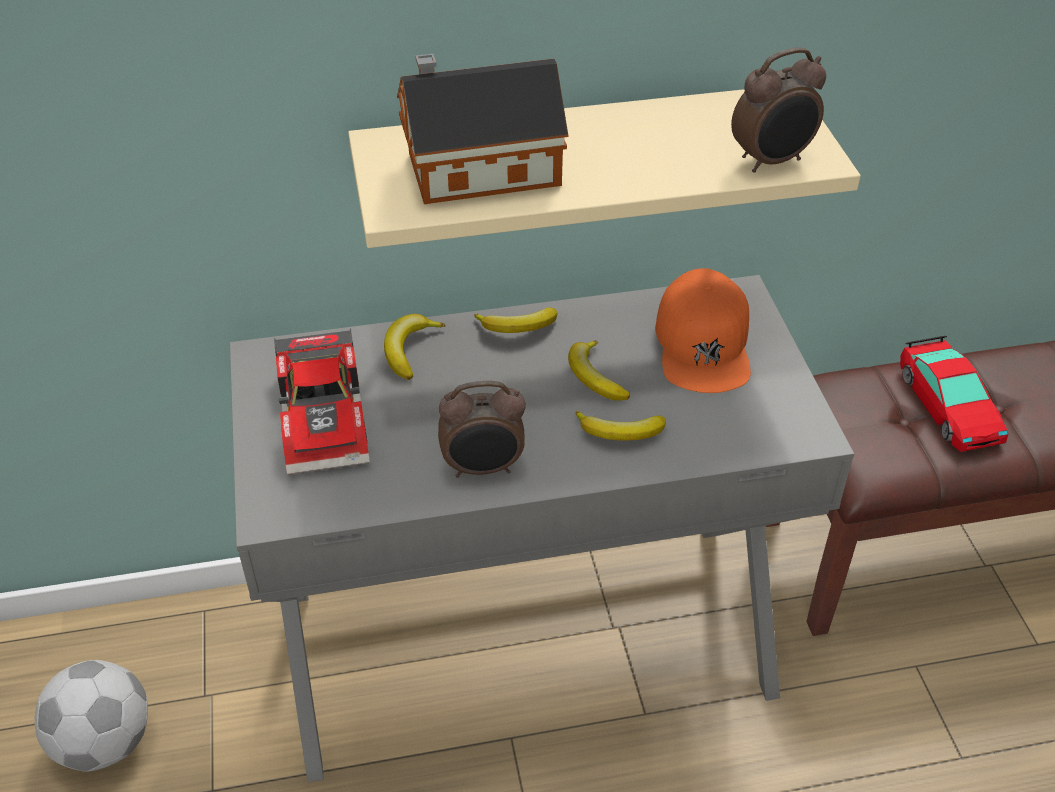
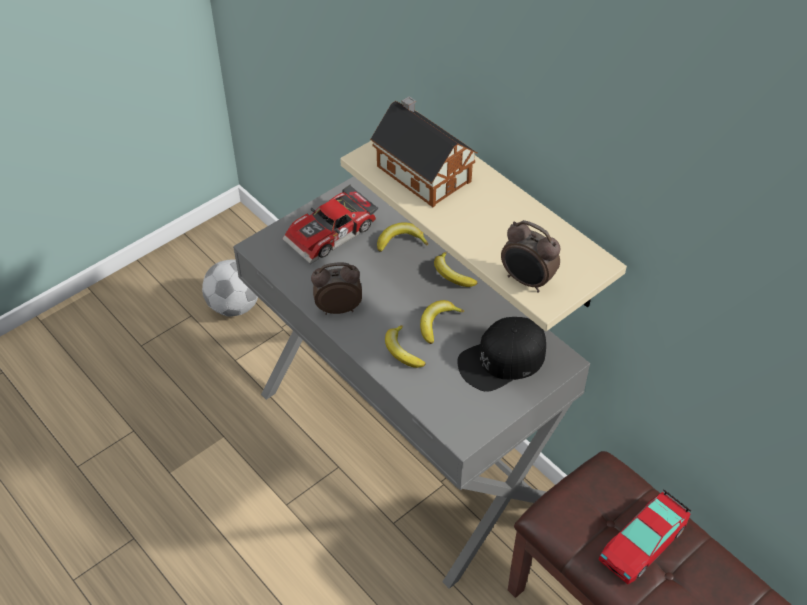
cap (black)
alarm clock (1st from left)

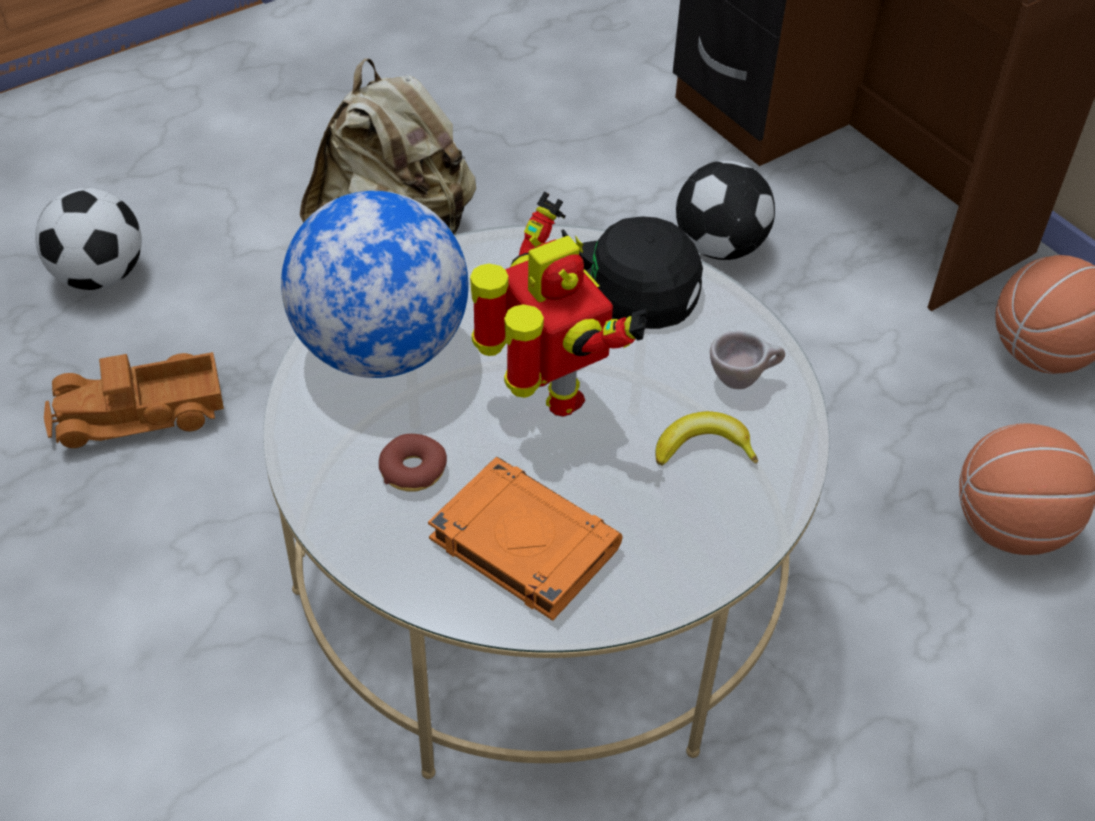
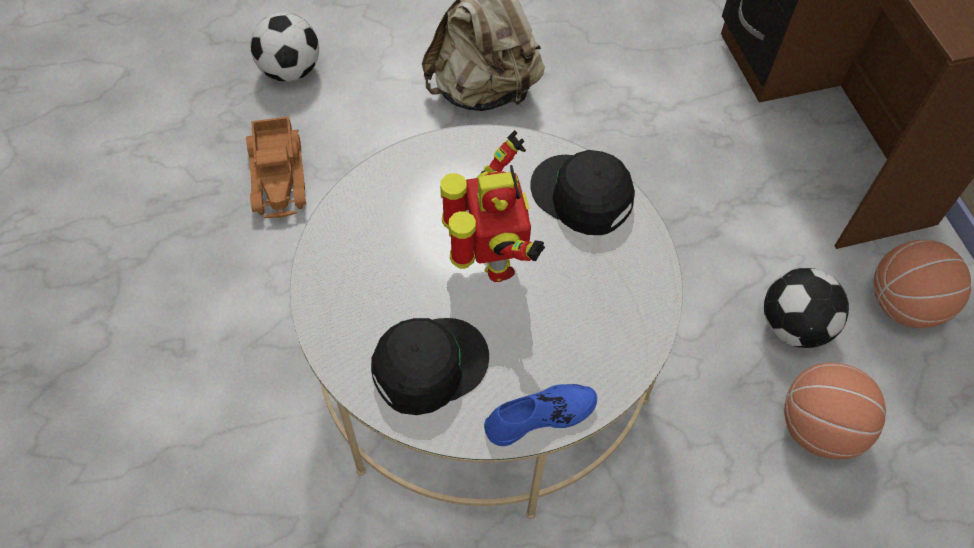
globe
donut
banana
cup (beige)
shoe (blue)
football (2nd from left)
cap (black) (1st from left)
toy truck

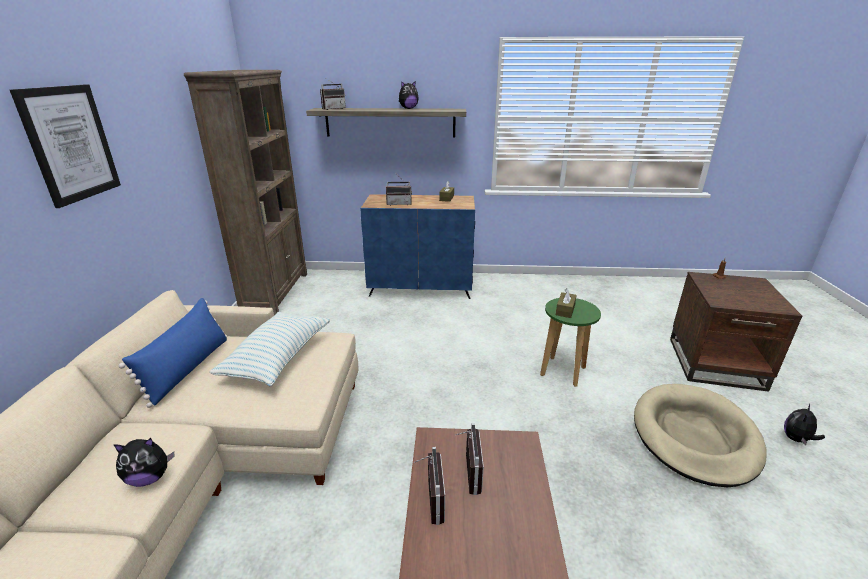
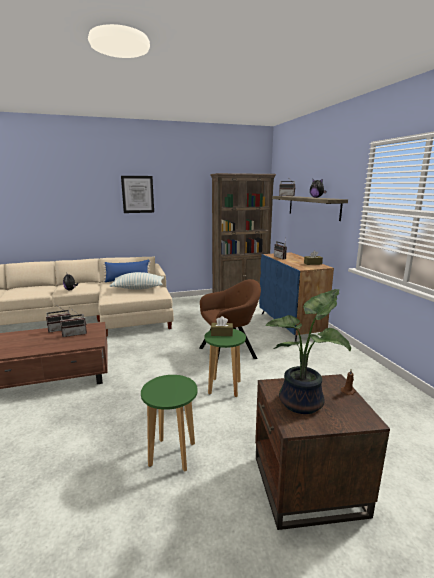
plush toy (3rd from left in the first image)
armchair (brown)
potted plant
stool (green) (1st from left)

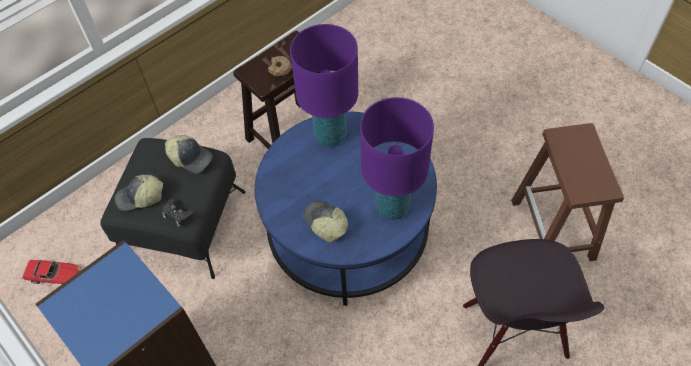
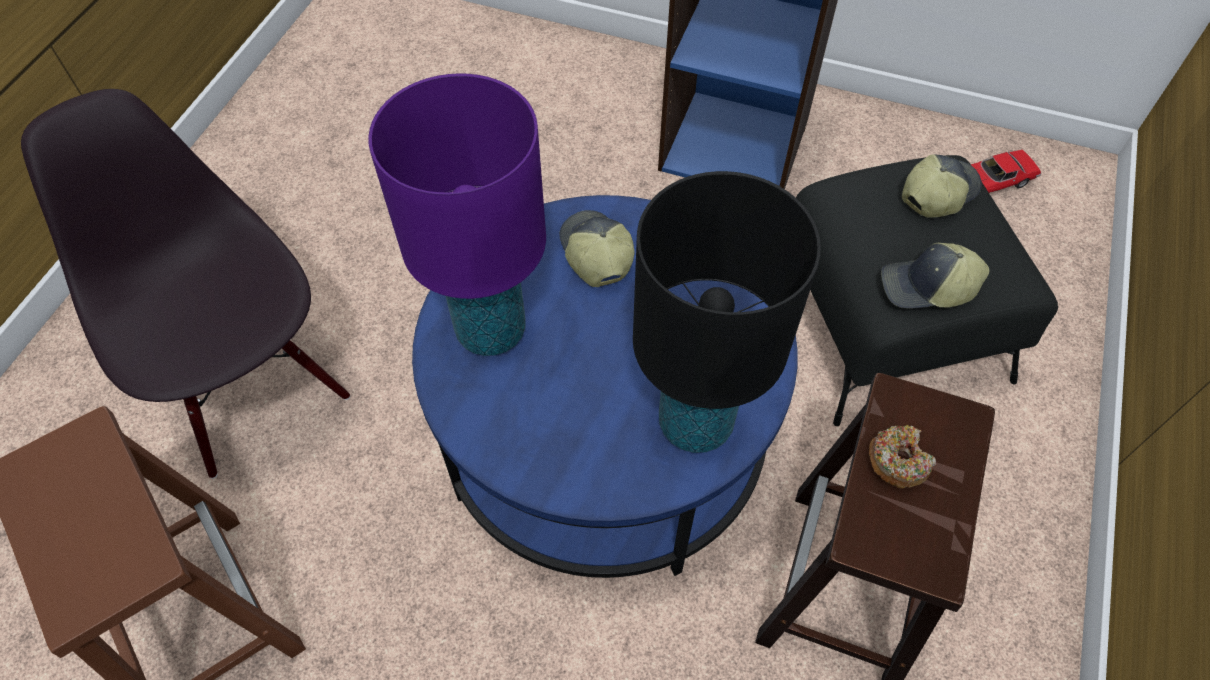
game controller (black)
table lamp (black)
cap (1st from left)

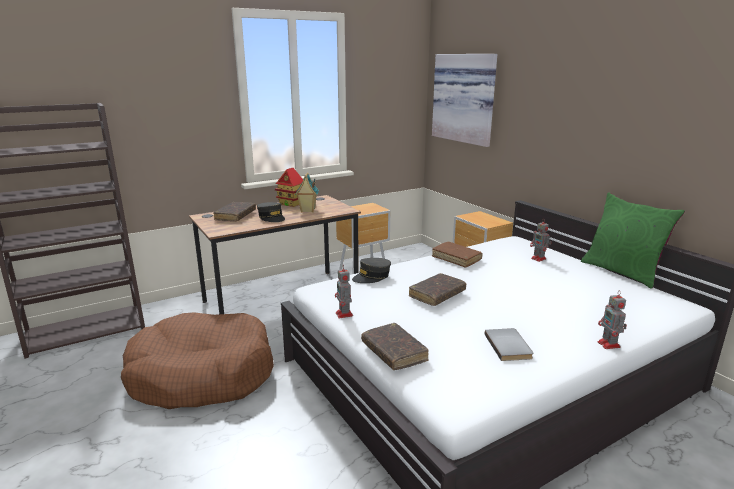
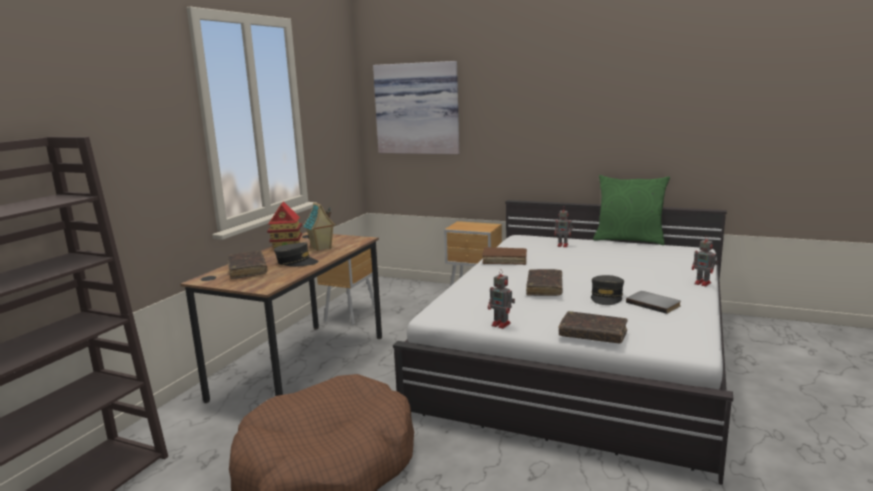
cap (grey) (2nd from left)

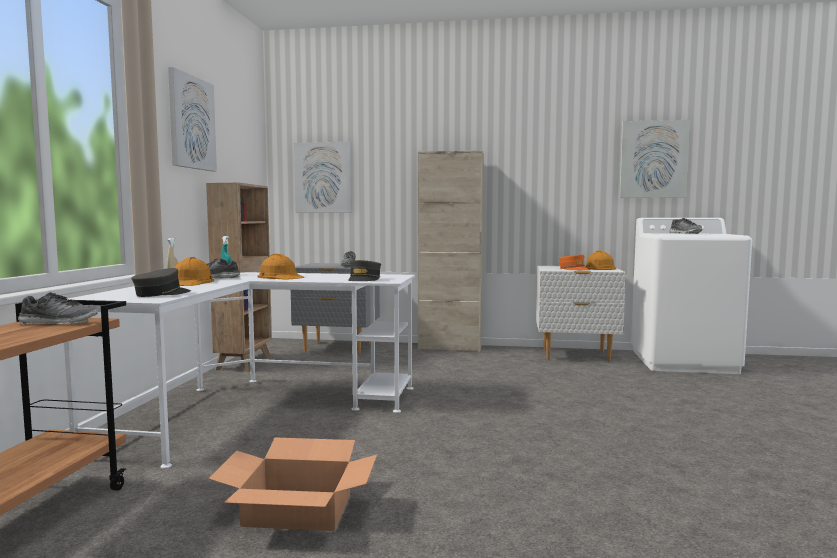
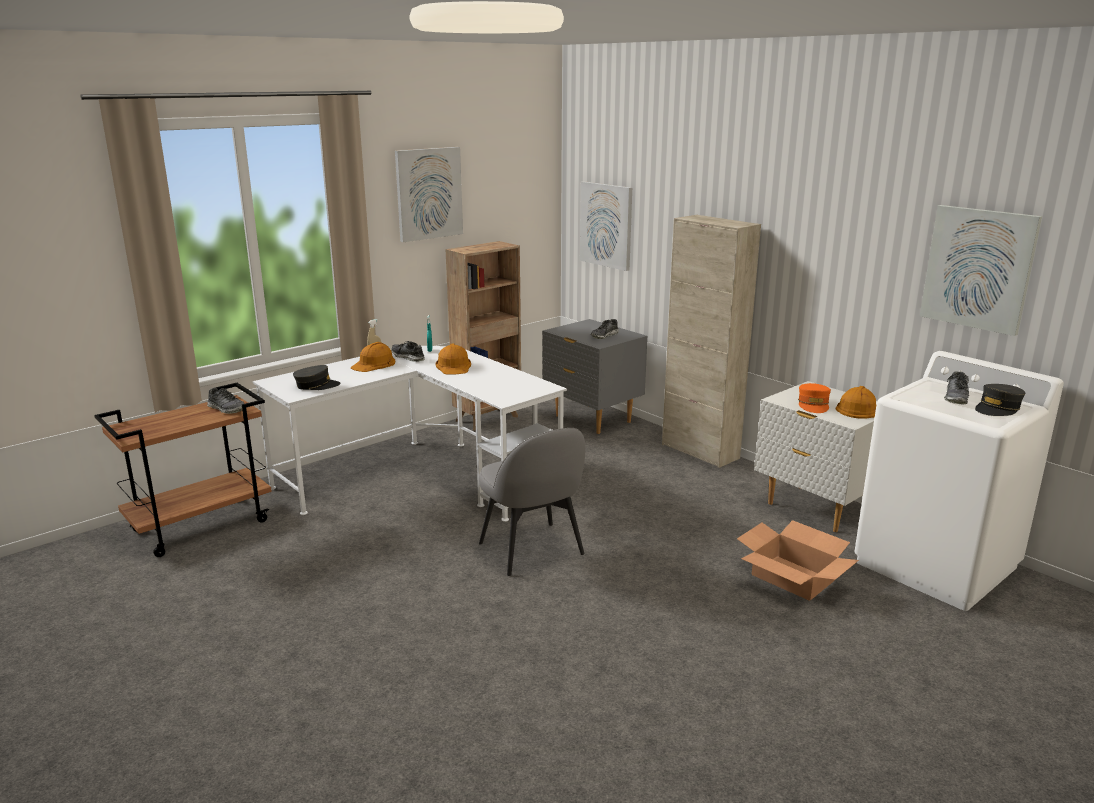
chair (grey)
cardboard box
cap (grey) (2nd from left)

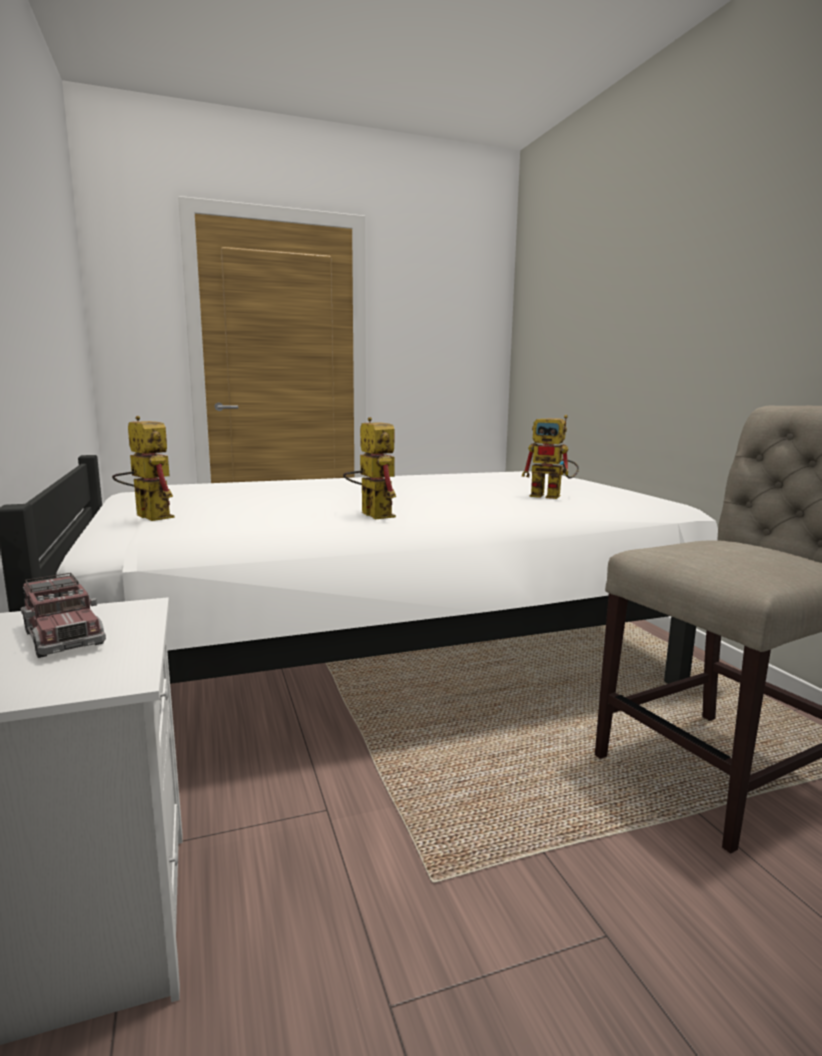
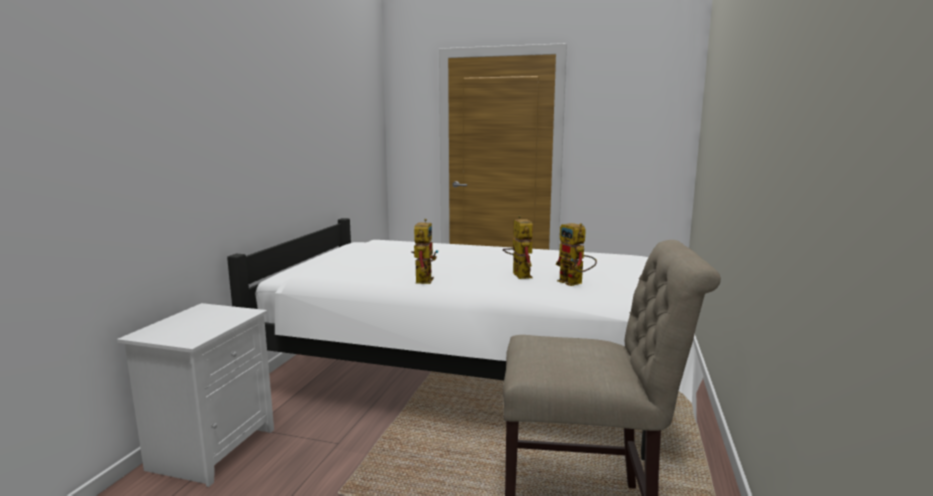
toy truck
toy robot (2nd from left)

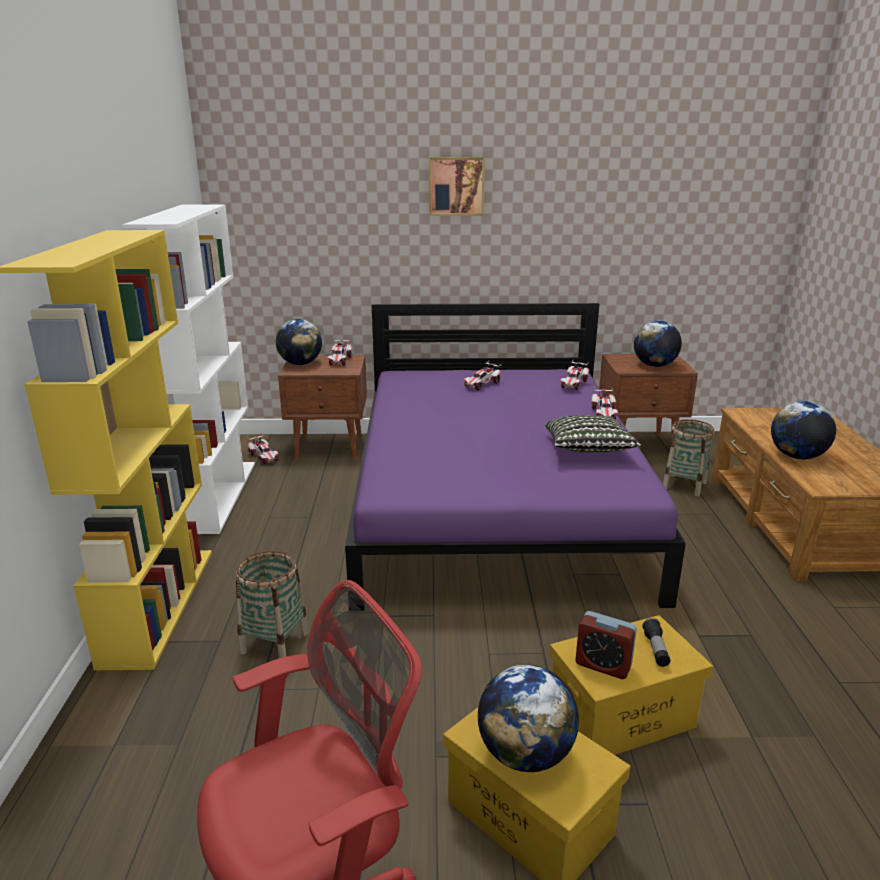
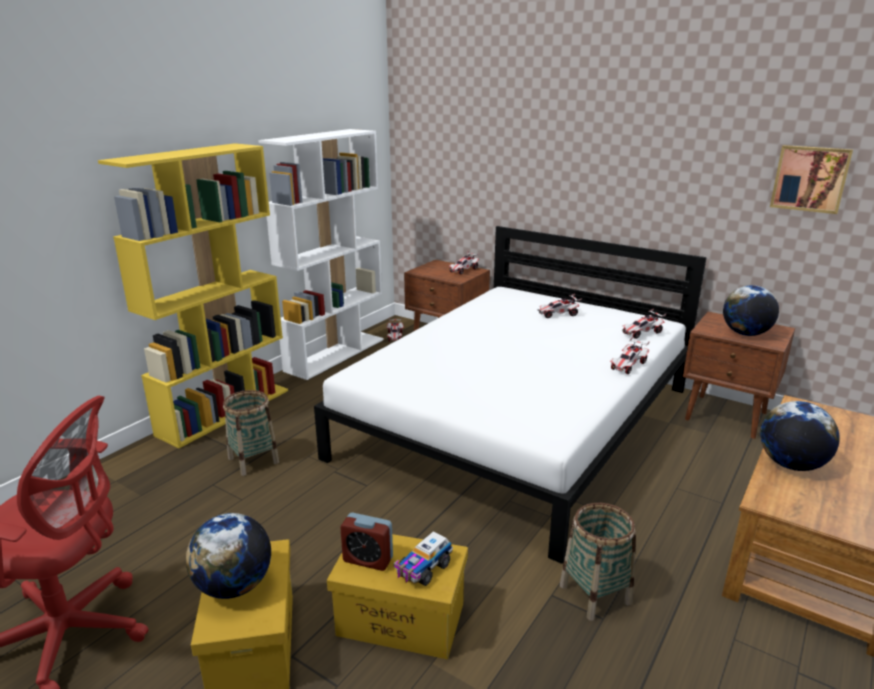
globe (1st from left in the first image)
pillow
picture
basket (2nd from left)
toy truck
bed (white)
alarm clock

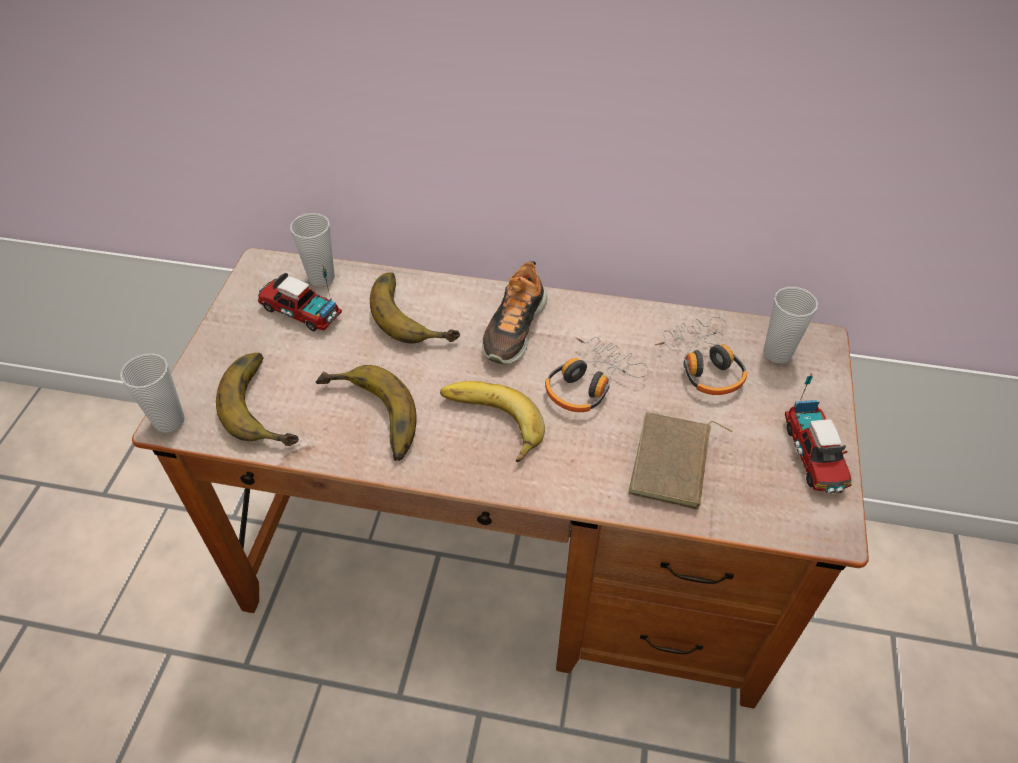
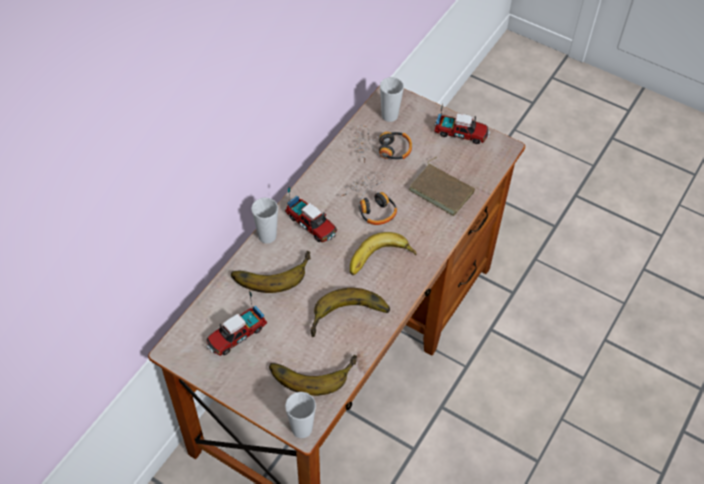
cup (1st from left)
toy truck (2nd from left)

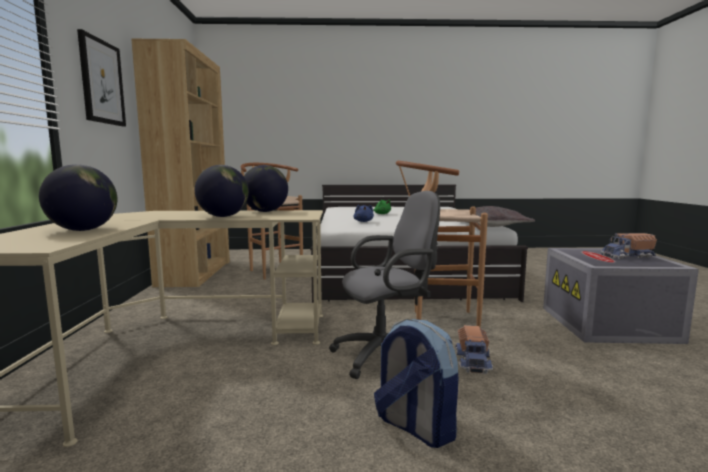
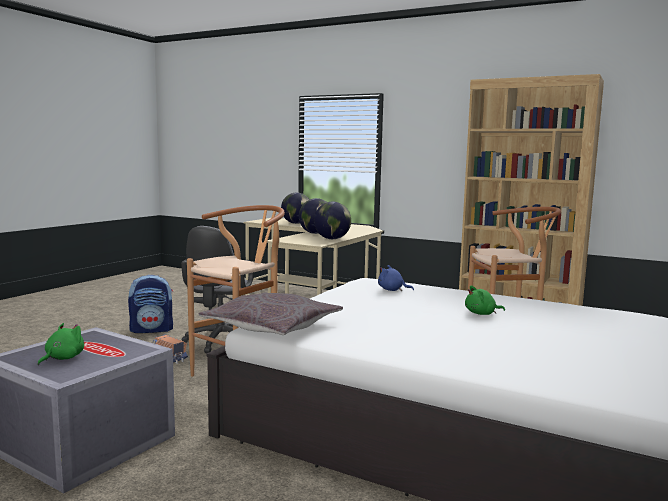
picture
plush toy (green) (1st from left)

